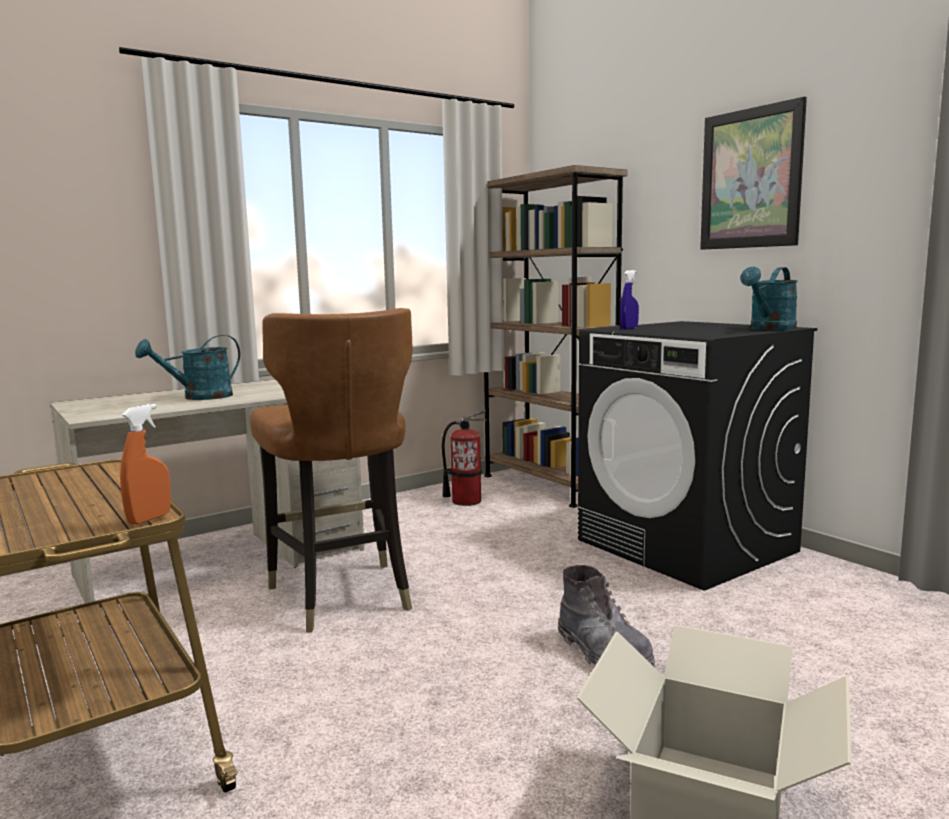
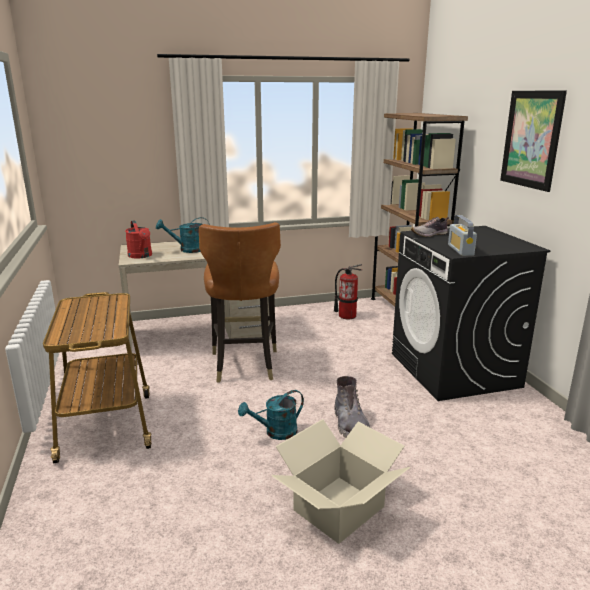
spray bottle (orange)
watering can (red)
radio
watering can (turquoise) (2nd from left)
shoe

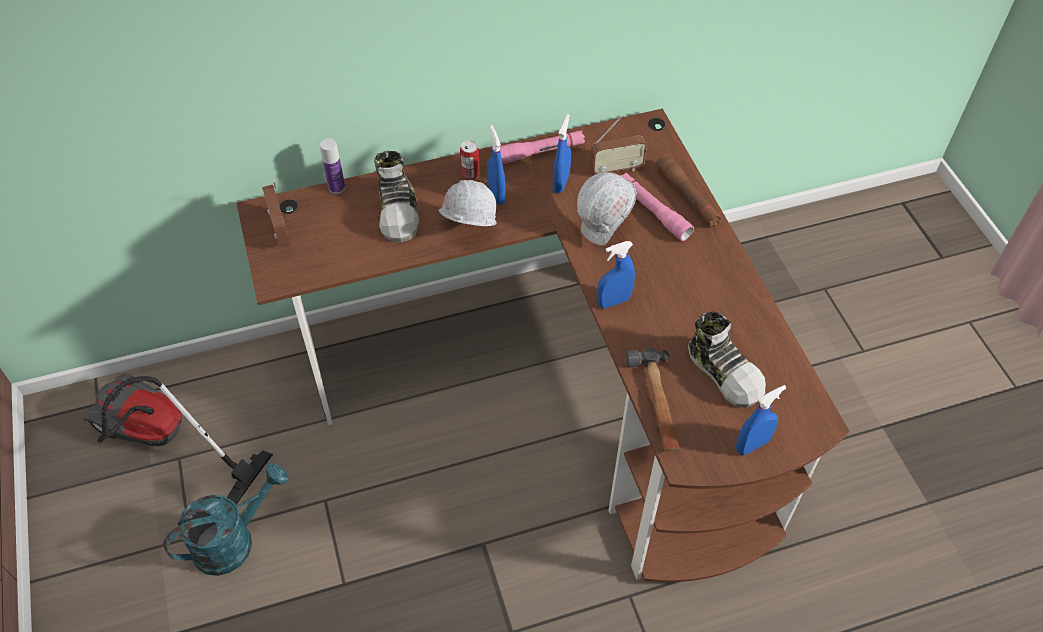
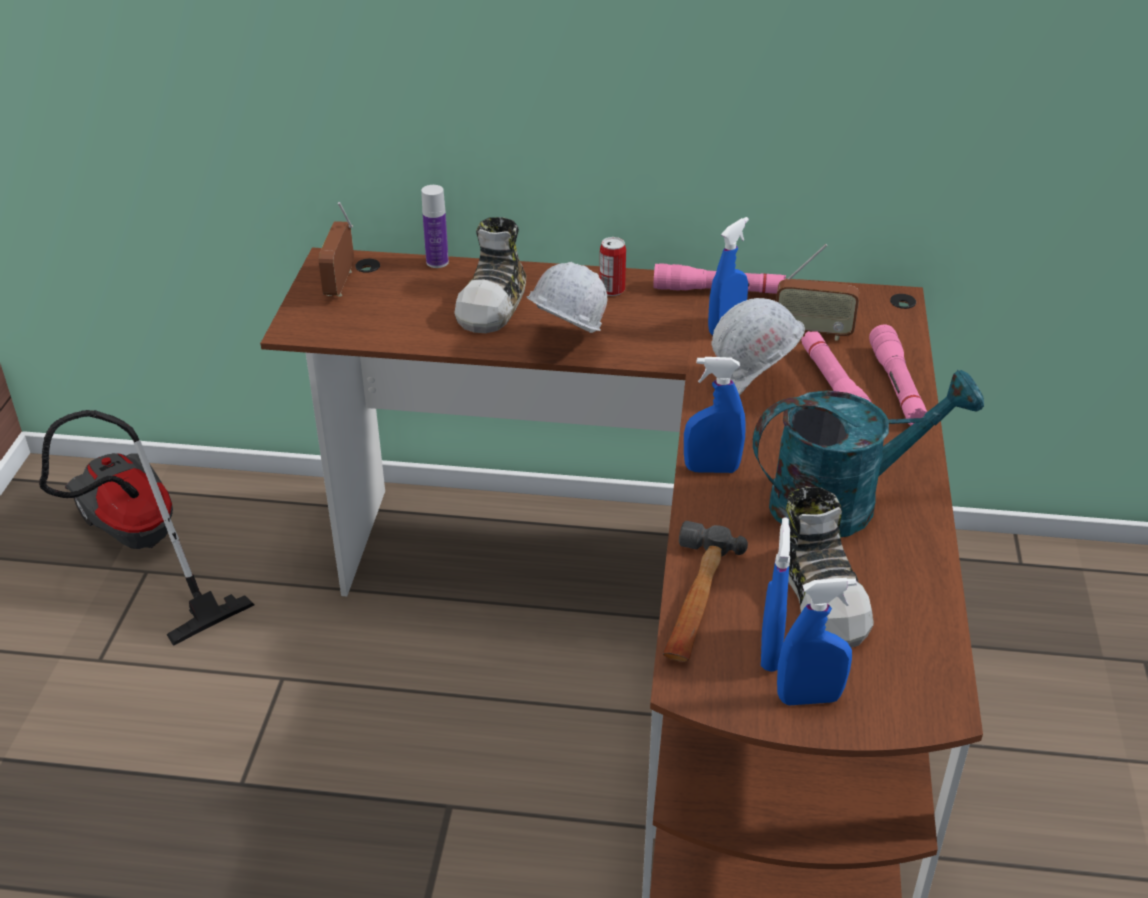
watering can (turquoise)
spray bottle (blue) (3rd from left)
flashlight (pink) (3rd from left)

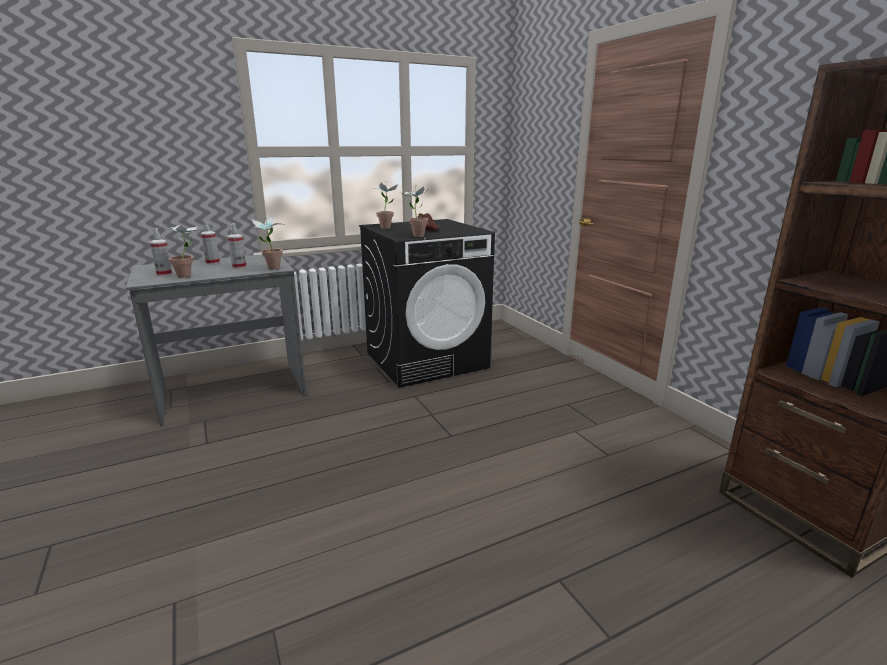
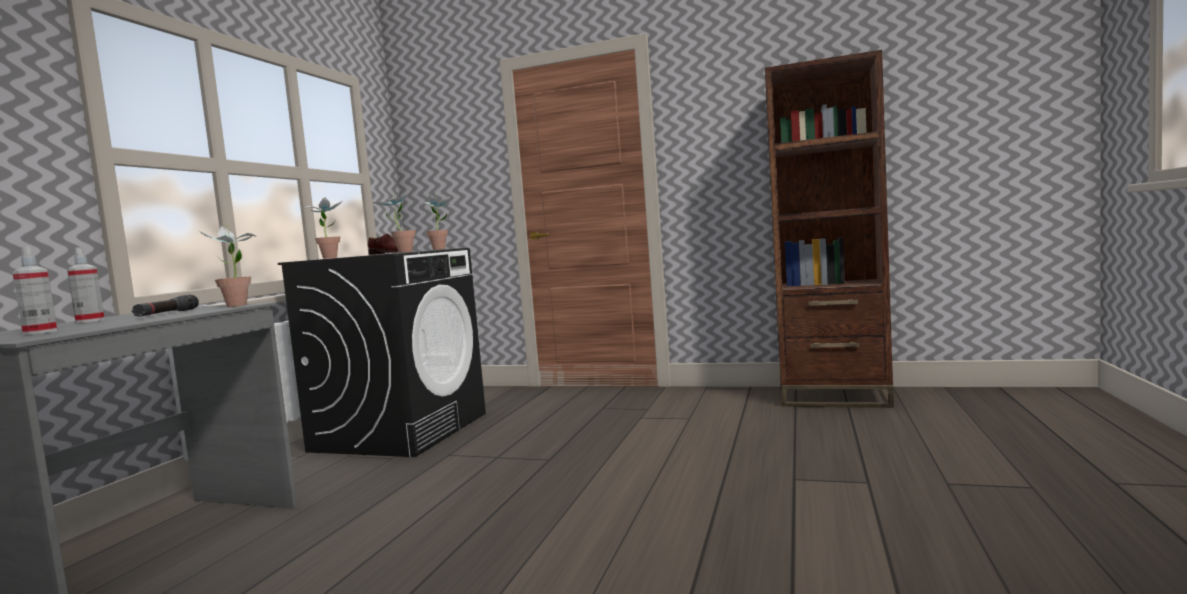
potted plant (4th from left)
flashlight (black)

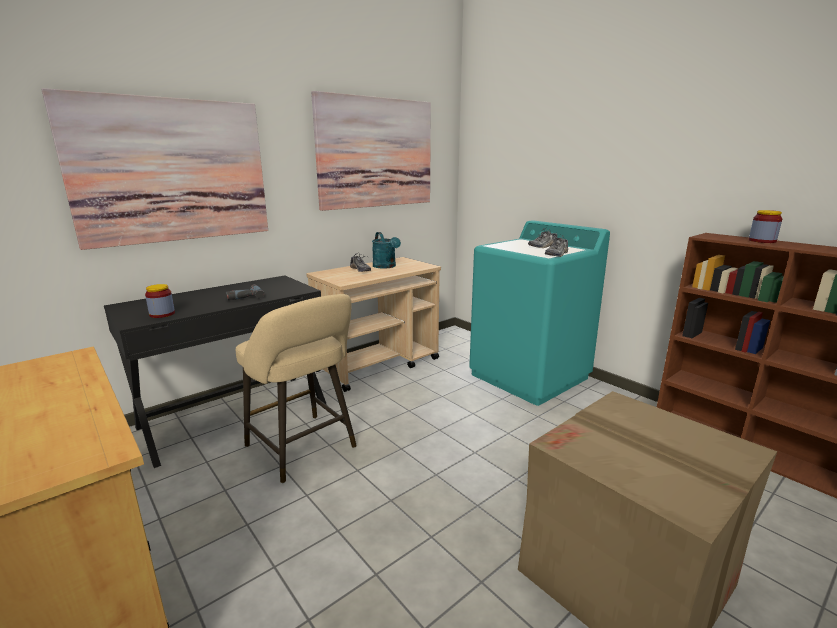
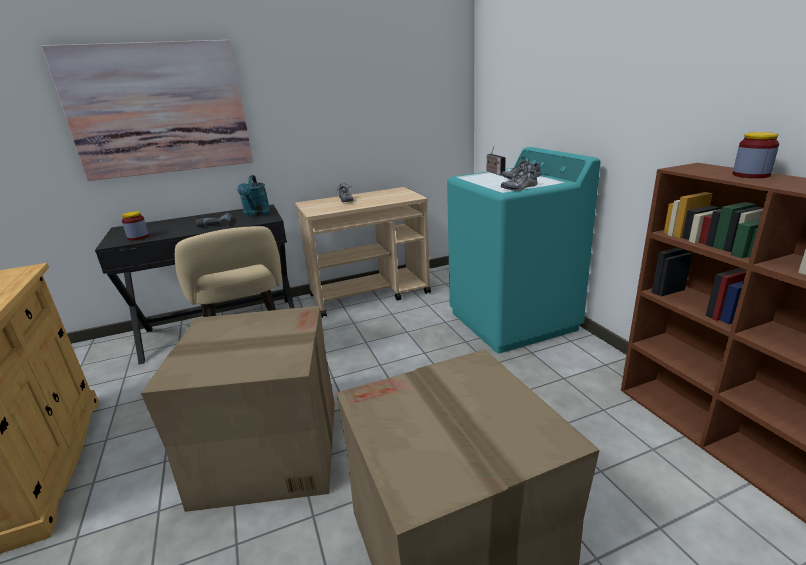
picture (2nd from left in the first image)
cardboard box (1st from left)
radio
watering can (turquoise)

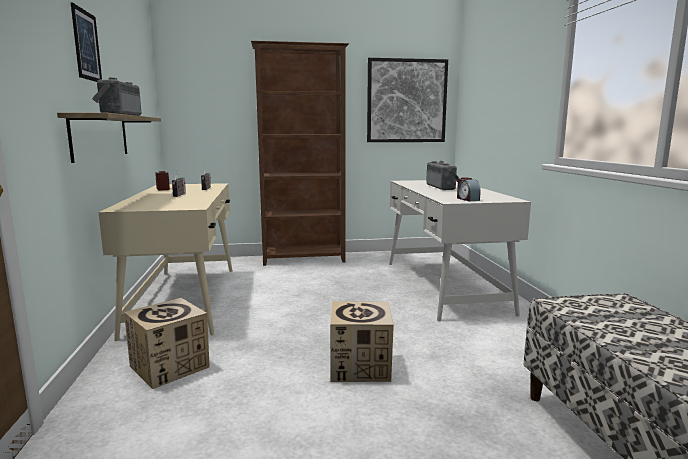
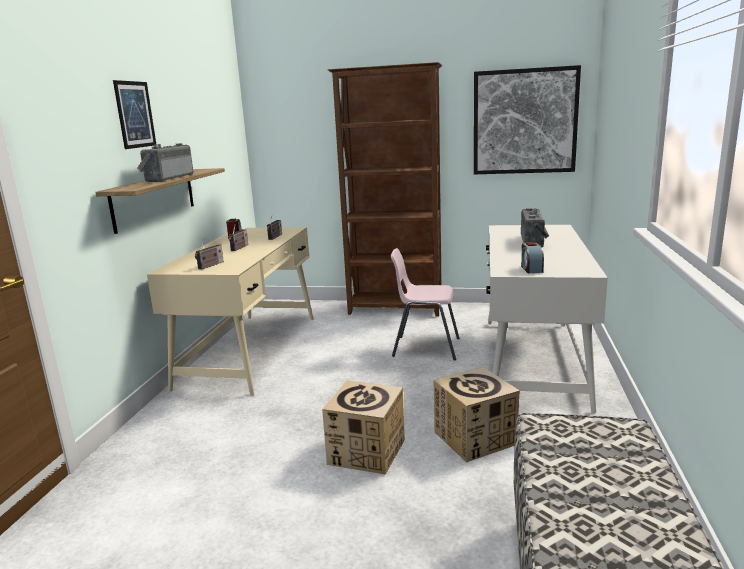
radio (2nd from left)
chair (pink)
cardboard box (2nd from left)

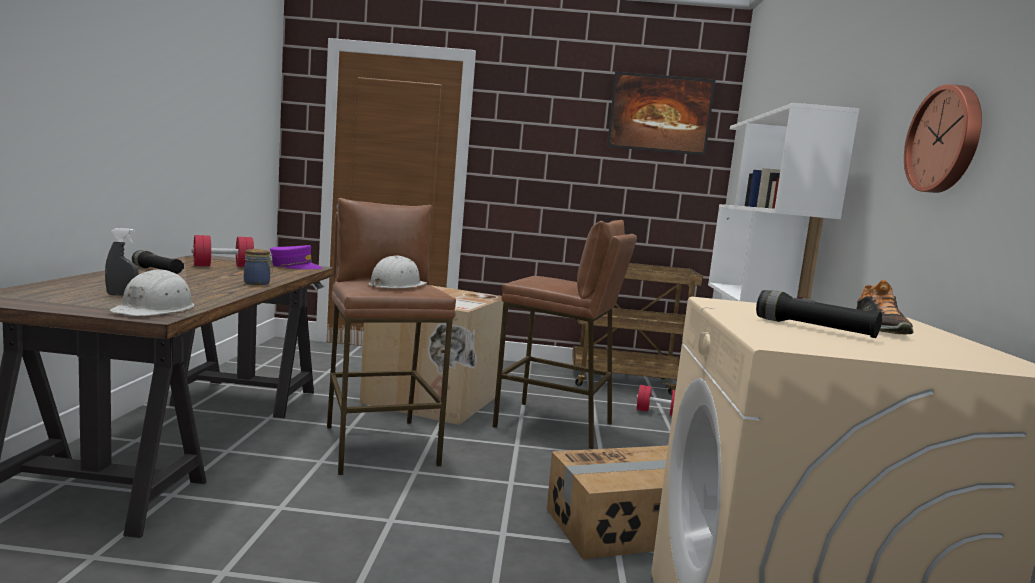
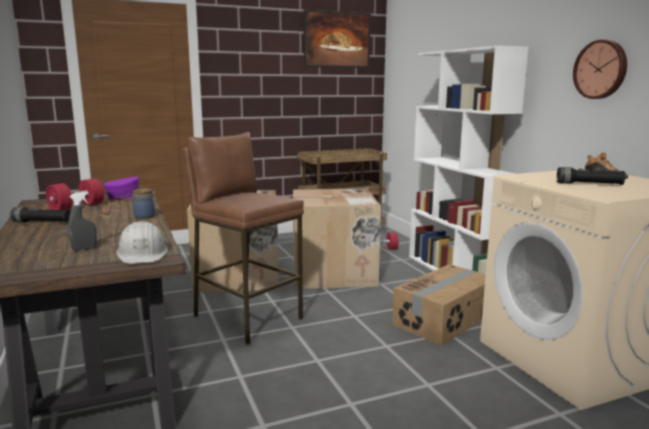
hard hat (white) (2nd from left in the first image)
cardboard box (2nd from left)

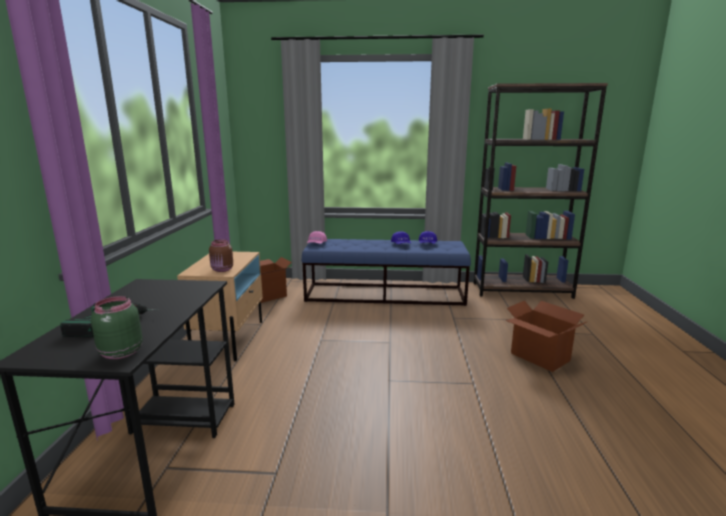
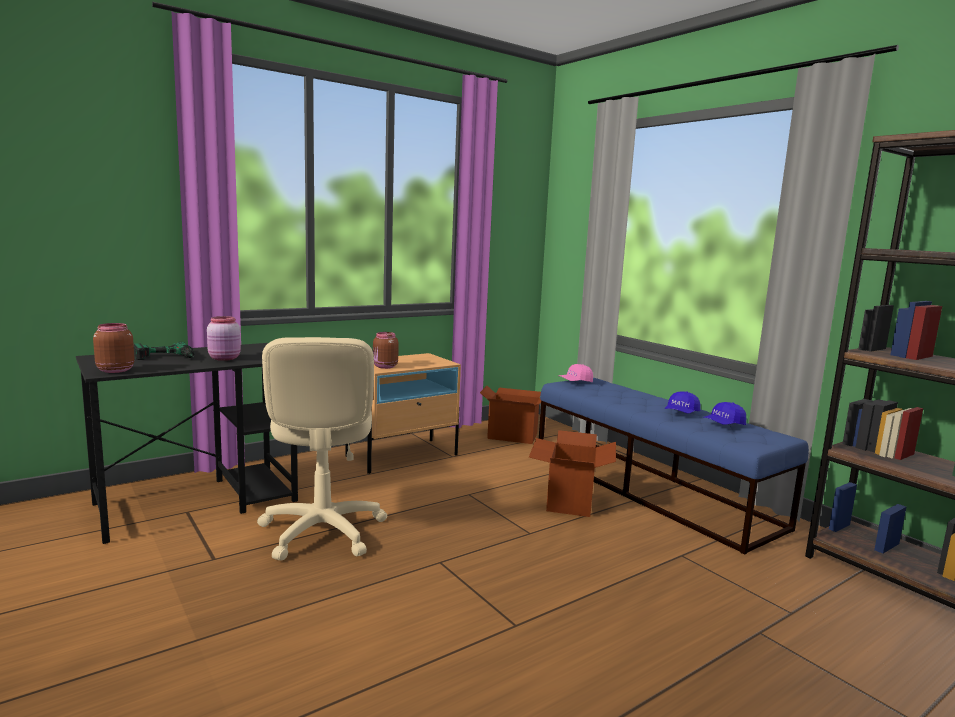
jar (pink)
office chair (beige)
cardboard box (2nd from left)
jar (brown) (1st from left)

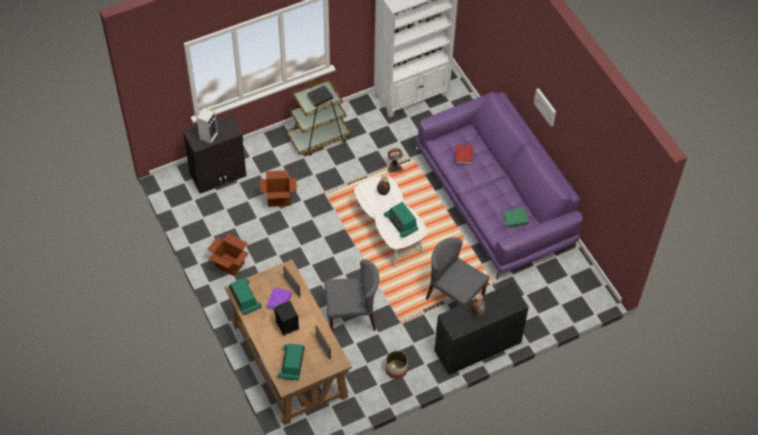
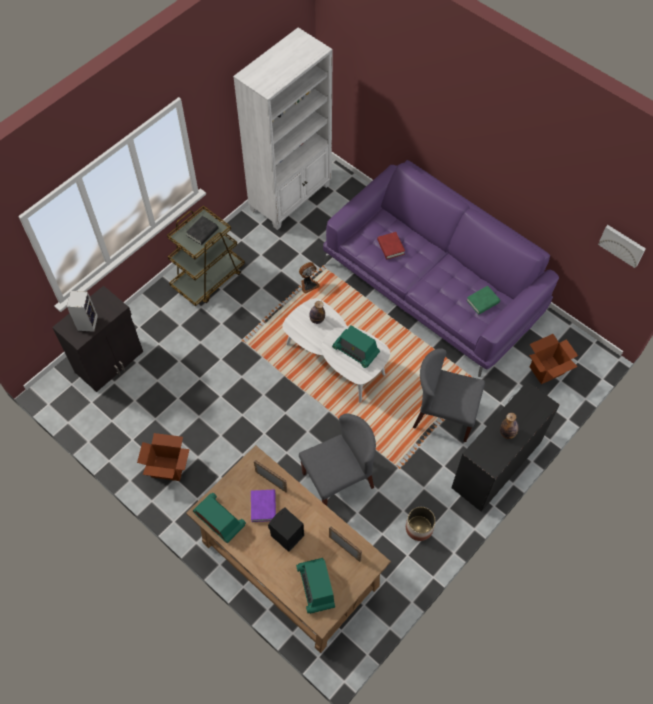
cardboard box (2nd from left)
picture

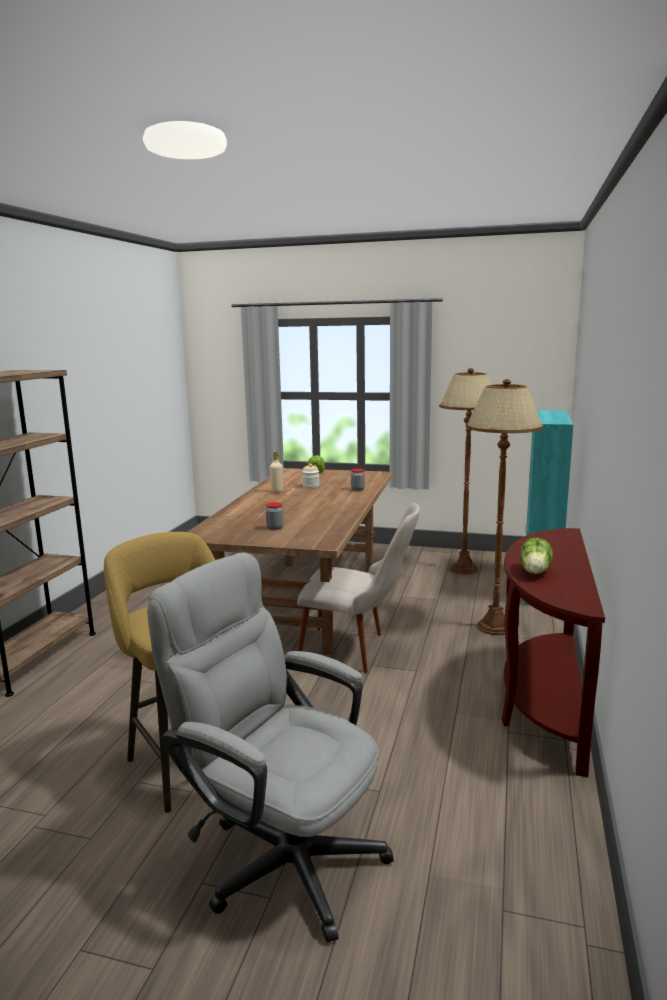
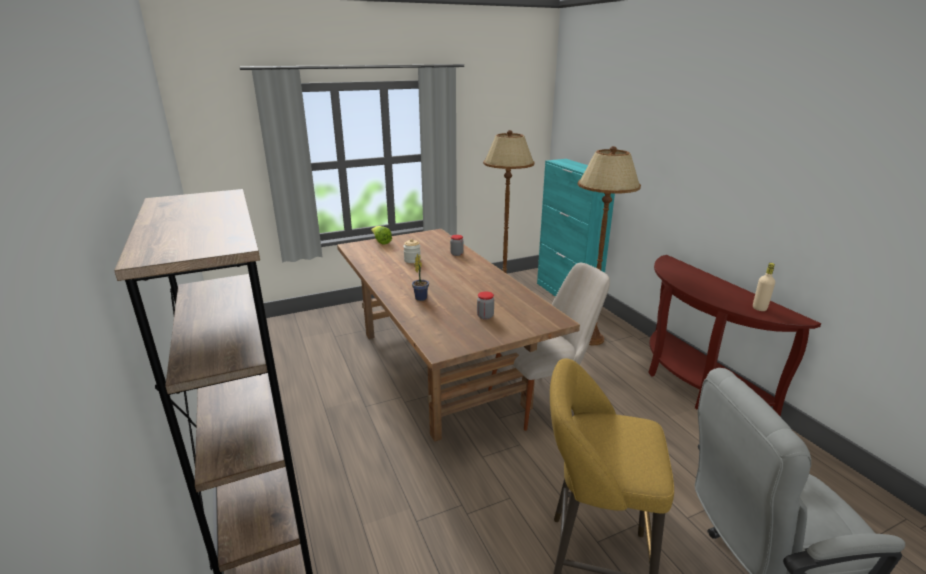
lettuce (2nd from left in the first image)
potted plant
bottle (beige)

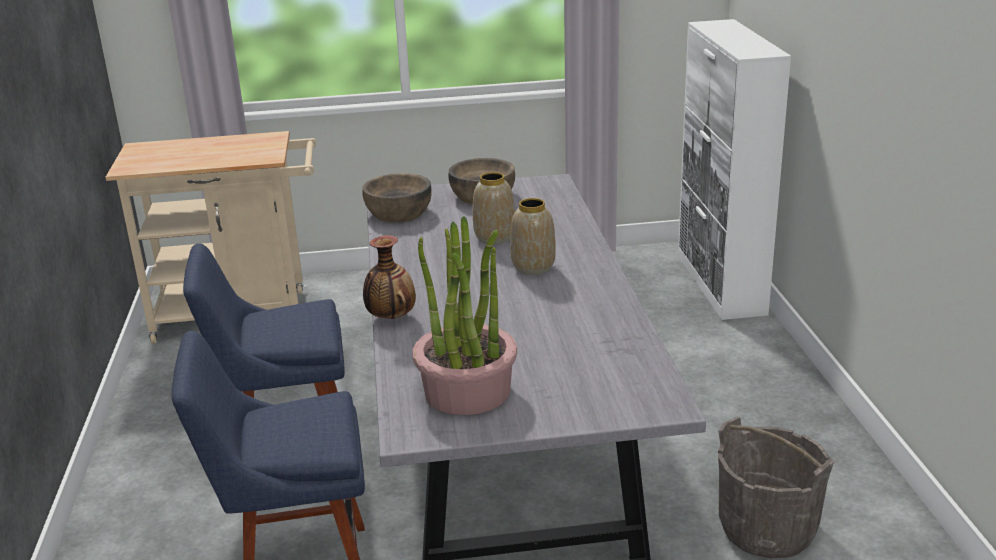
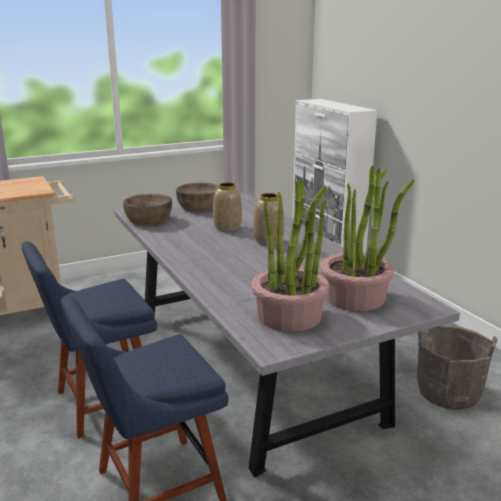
vase (1st from left in the first image)
potted plant (2nd from left)

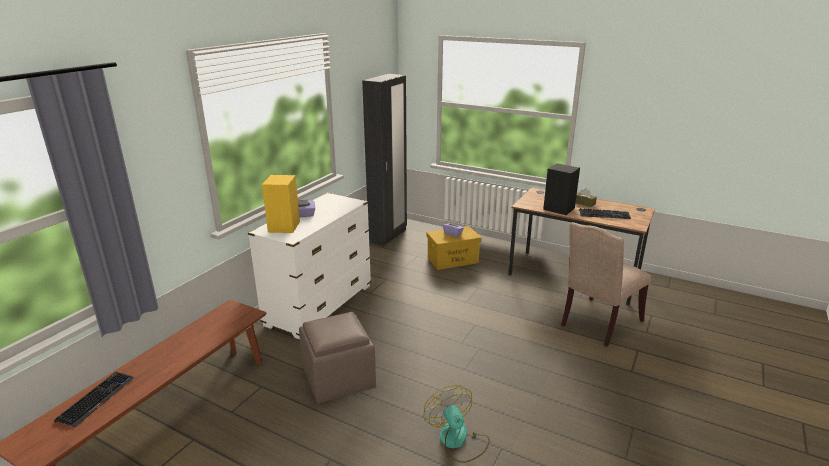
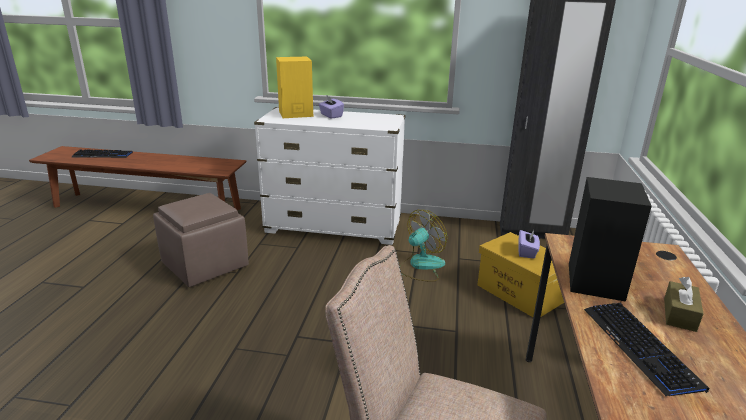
fan

